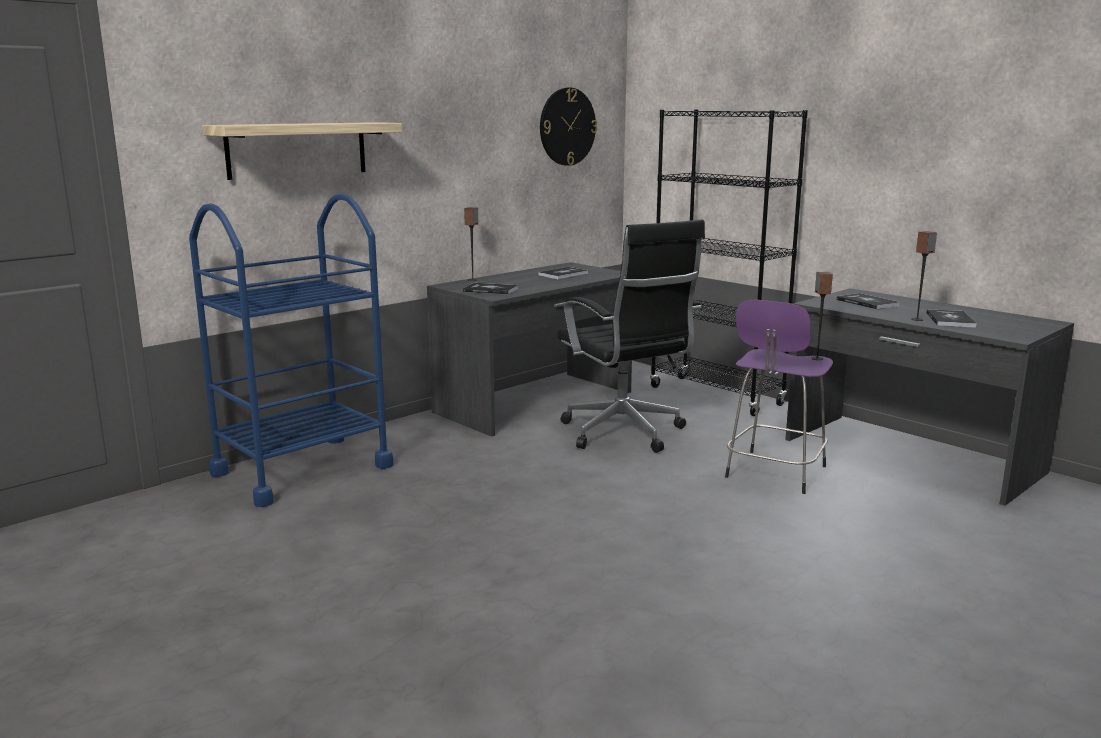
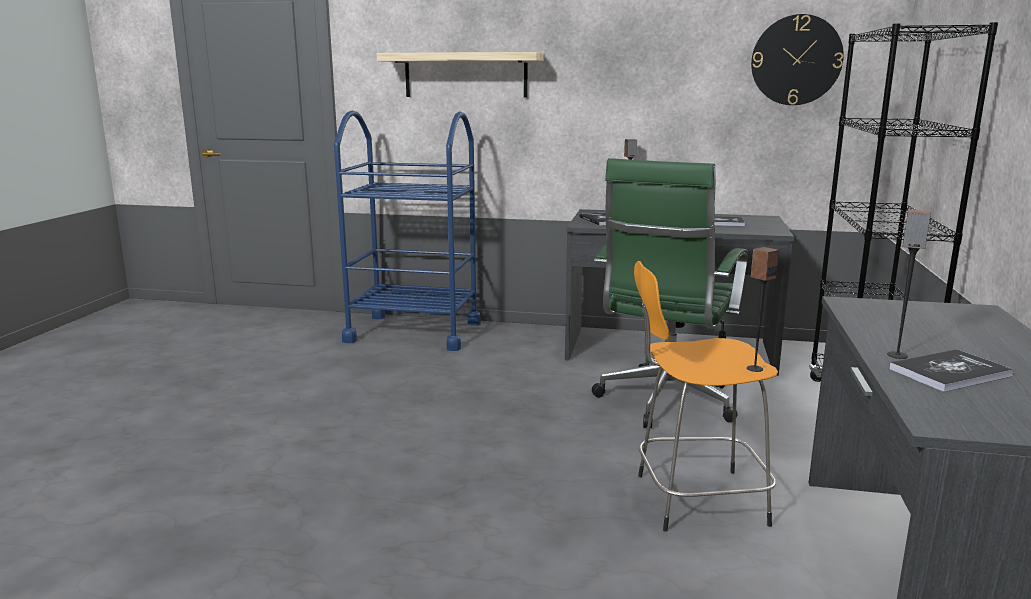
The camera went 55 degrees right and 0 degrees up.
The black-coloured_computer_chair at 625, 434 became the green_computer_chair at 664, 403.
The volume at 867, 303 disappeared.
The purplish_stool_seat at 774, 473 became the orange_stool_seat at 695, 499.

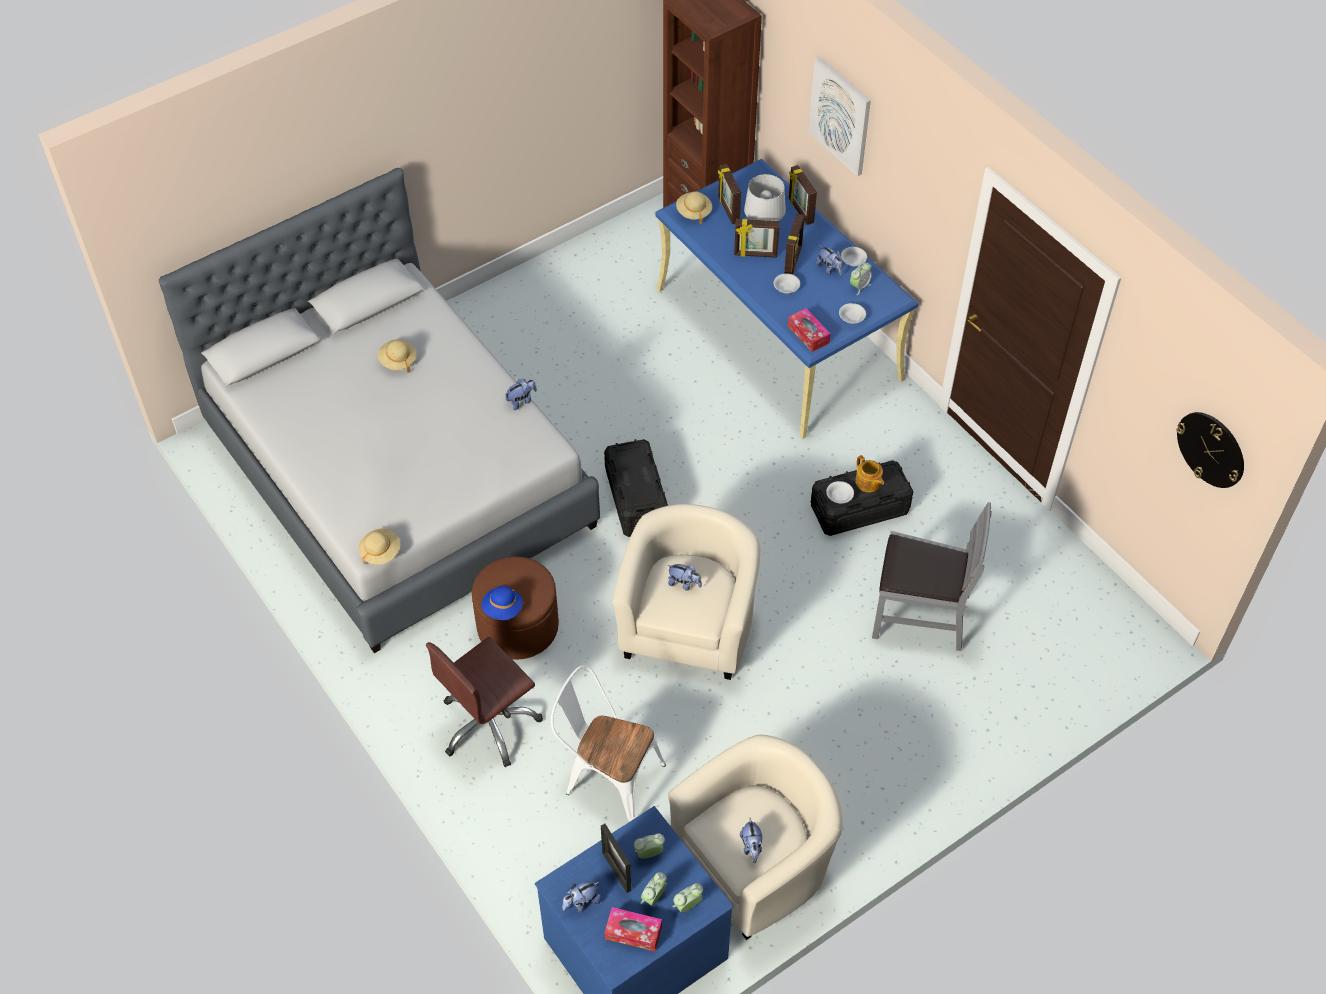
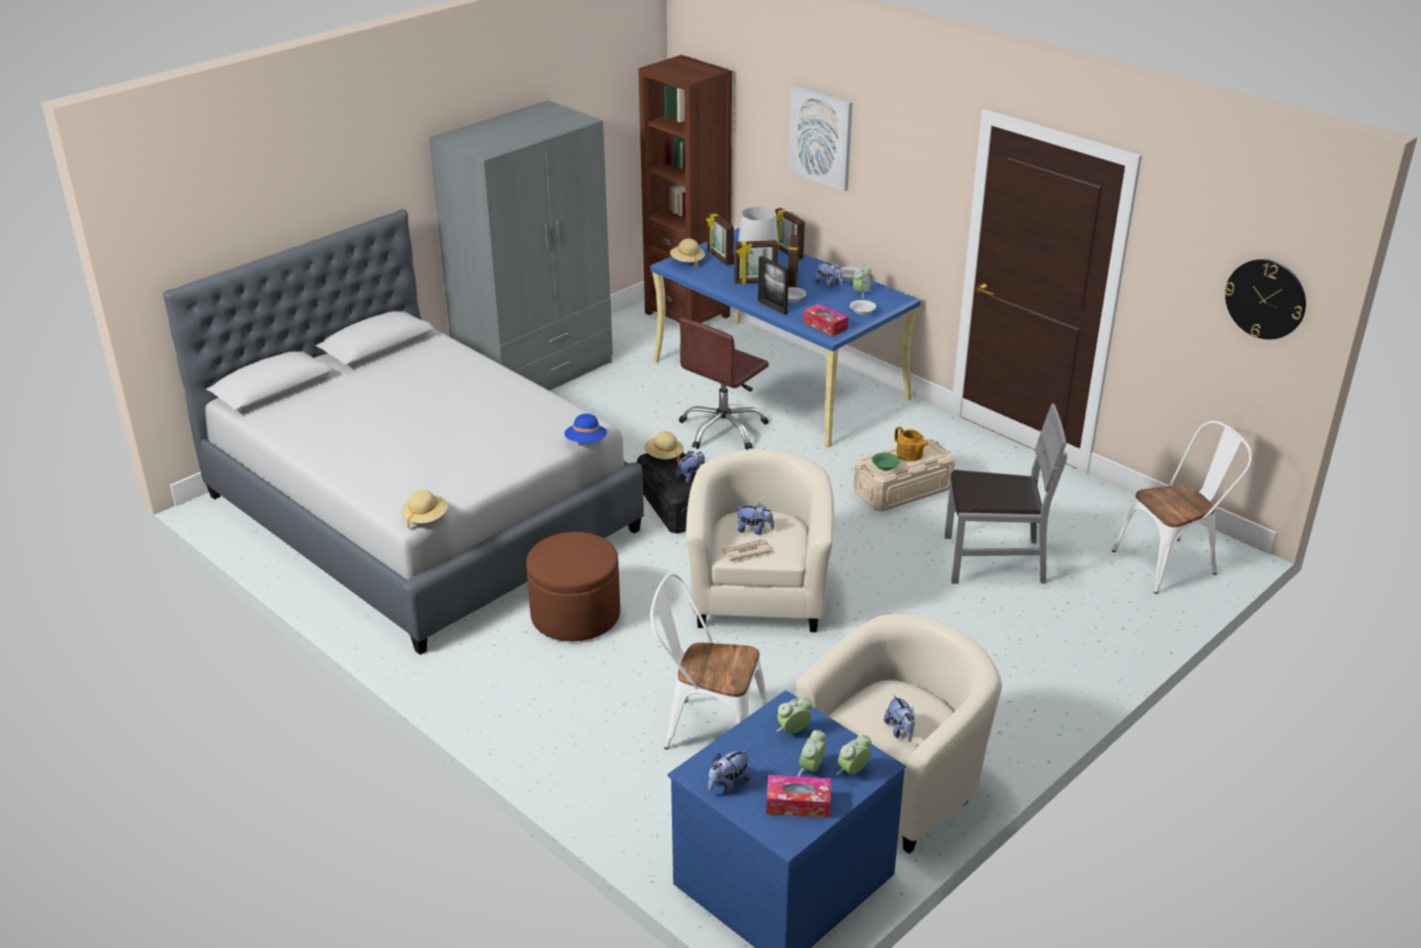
The camera went 10 degrees left and 20 degrees down.
The sand-coloured_hat moved from 398, 361 to 664, 456.
The plush_toy moved from 521, 401 to 691, 476.
The black-coloured_storage_bin at 859, 509 became the sand-coloured_storage_bin at 902, 490.
The whitish_deep_dish at 839, 496 became the green_deep_dish at 885, 466.
The blue_hat moved from 503, 609 to 586, 442.
The brown_computer_chair moved from 489, 724 to 723, 429.
The standing_frame moved from 616, 871 to 772, 307.
The gray_clothes_cupboard at 536, 374 appeared.
The whitish_chair at 1172, 562 appeared.
The newspaper at 745, 552 appeared.

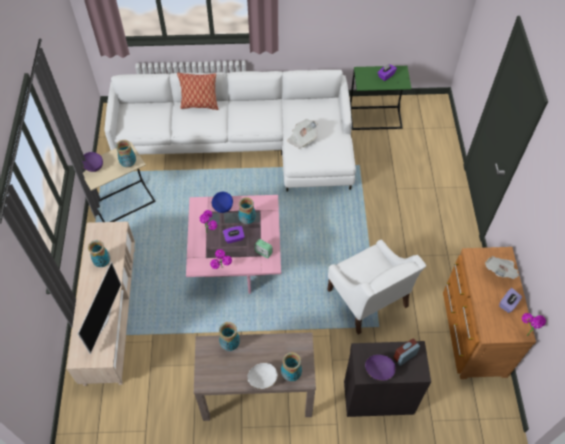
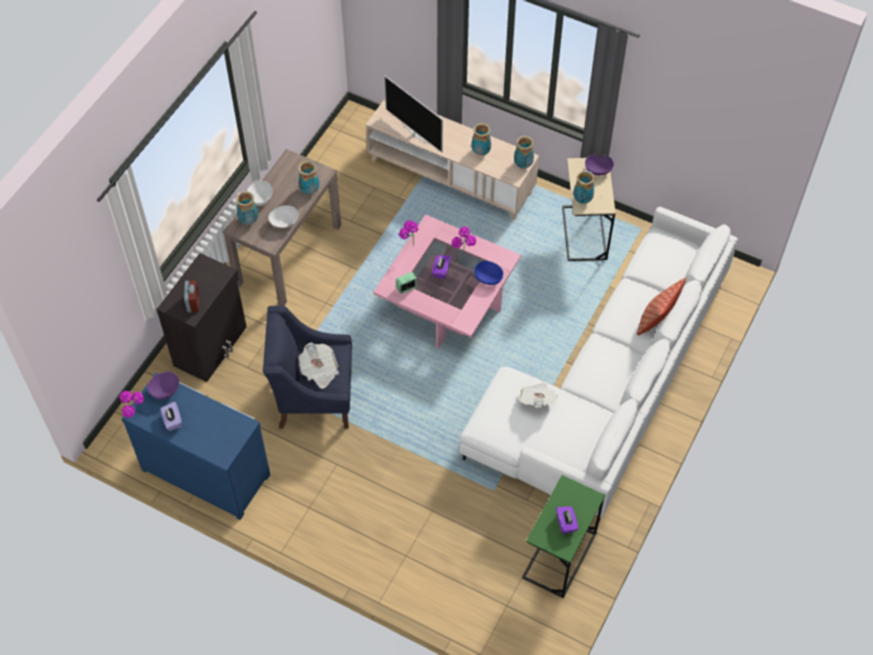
The camera went 120 degrees right and 0 degrees up.
The flower_vase moved from 247, 220 to 523, 165.
The whitish_lounge_chair at 368, 299 became the blue_lounge_chair at 314, 396.
The brown_dresser at 472, 333 became the blue_dresser at 207, 469.
The newspaper moved from 500, 271 to 319, 371.
The purplish_deep_dish moved from 378, 371 to 165, 390.
The whitish_deep_dish at 284, 223 appeared.

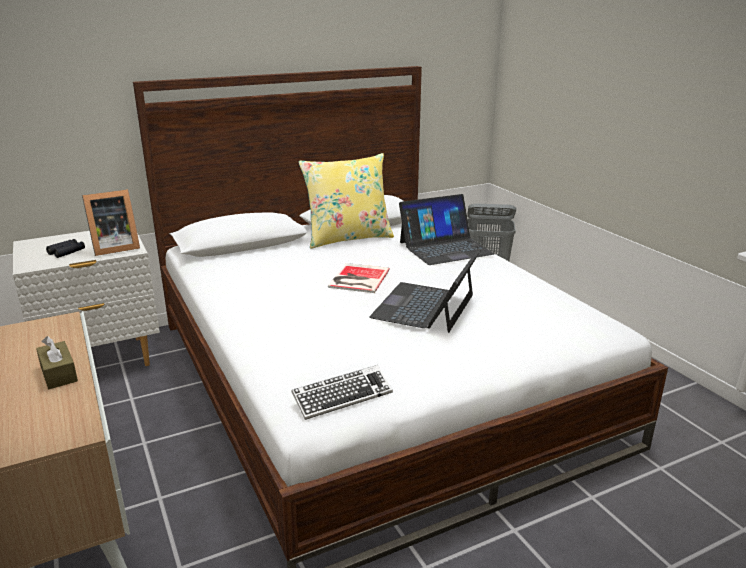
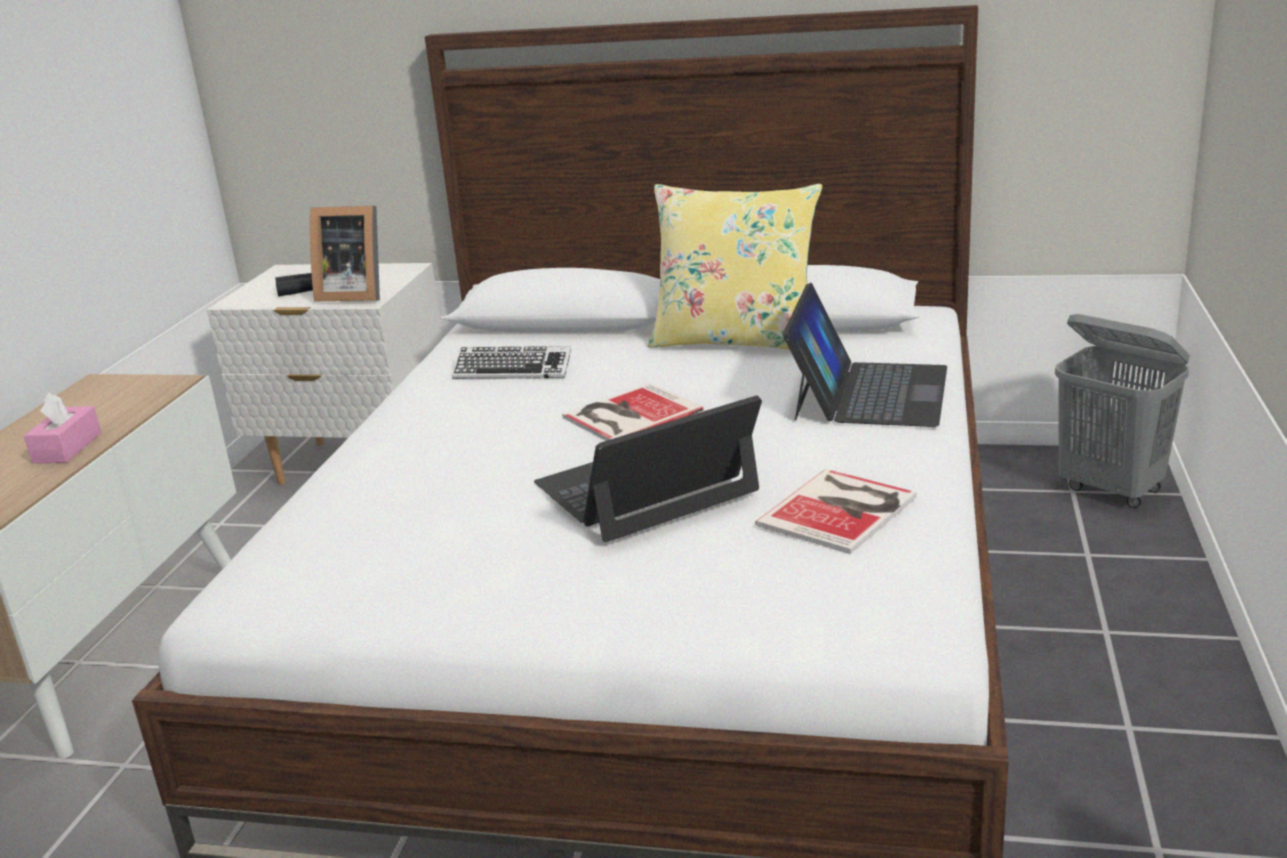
The camera went 40 degrees right and 0 degrees up.
The laptop at 445, 248 turned 90 degrees counterclockwise.
The brown_tissue_holder at 59, 374 became the pink-coloured_tissue_holder at 67, 448.
The keyboard moved from 342, 397 to 513, 370.
The volume at 841, 510 appeared.

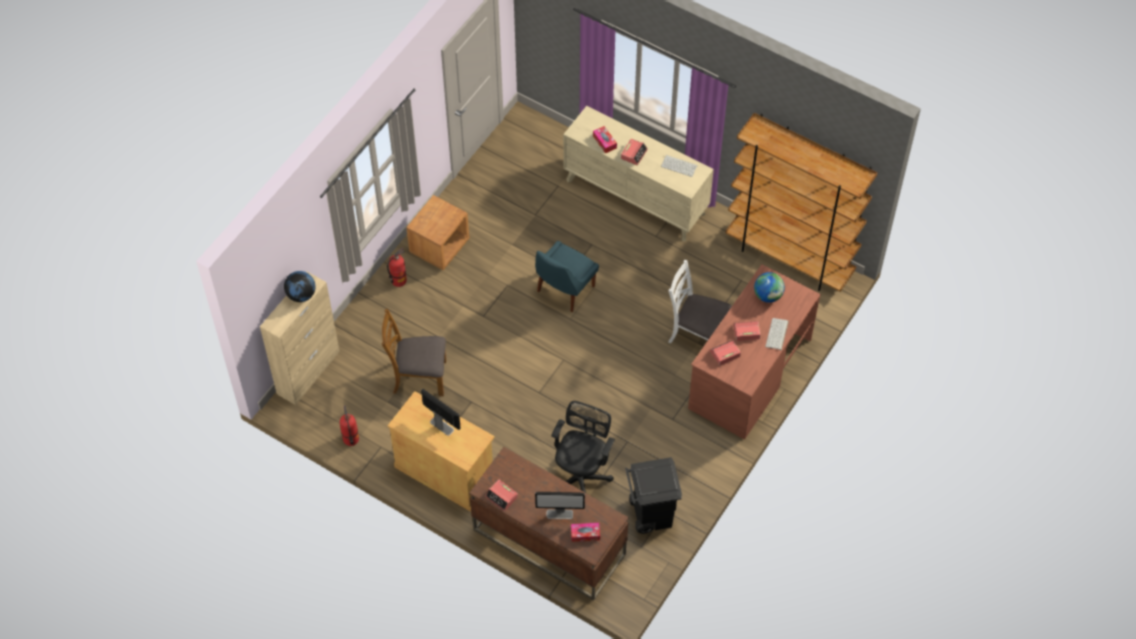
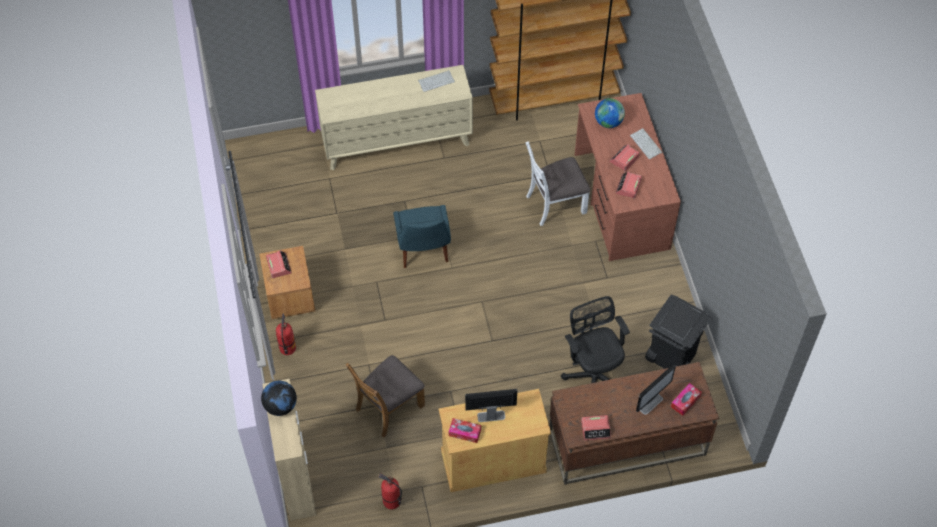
The camera went 45 degrees left and 0 degrees up.
The tissue_holder moved from 604, 142 to 464, 432.
The alarm_clock moved from 634, 154 to 279, 266.

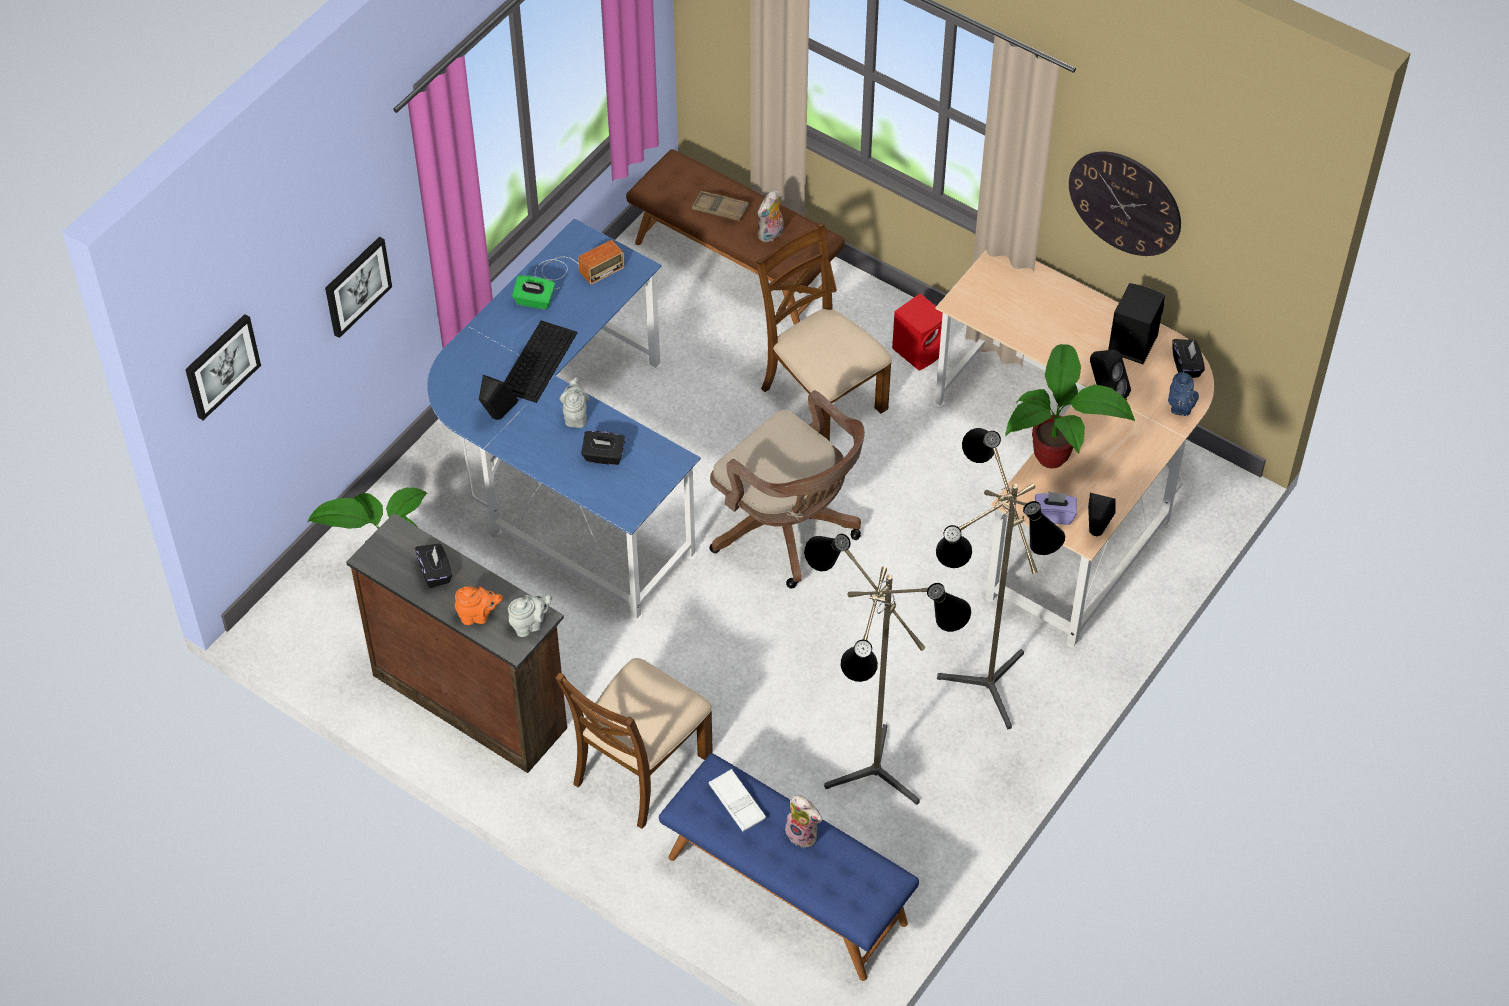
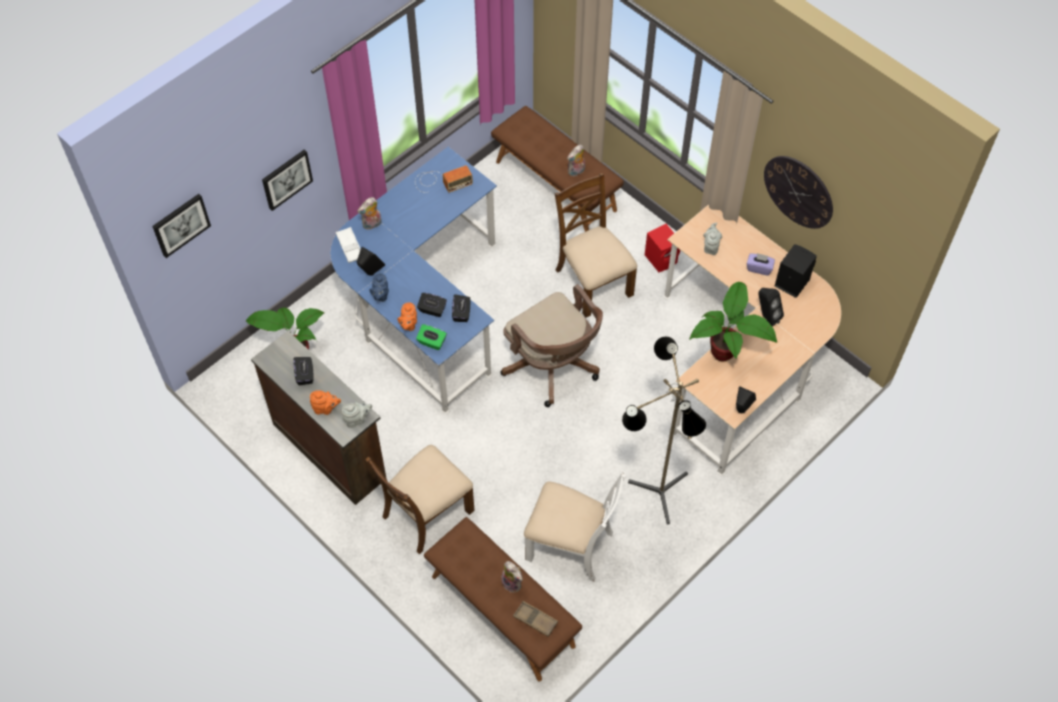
The camera went 10 degrees right and 5 degrees up.
The brown_tray moved from 720, 209 to 535, 620.
The green_tissue_holder moved from 534, 301 to 431, 342.
The keyboard at 538, 360 disappeared.
The black-coloured_tissue_holder moved from 1186, 366 to 461, 313.
The blue_tea_pot moved from 1180, 408 to 380, 296.
The gray_tea_pot moved from 575, 416 to 711, 247.
The purplish_tissue_holder moved from 1054, 515 to 759, 268.
The floor_lamp at 869, 781 was replaced by the whitish_chair at 570, 545.
The blue_bench at 786, 891 became the brown_bench at 502, 611.
The whitish_tray moved from 737, 803 to 350, 247.
The plush_toy at 372, 225 appeared.
The orange_tea_pot at 408, 325 appeared.

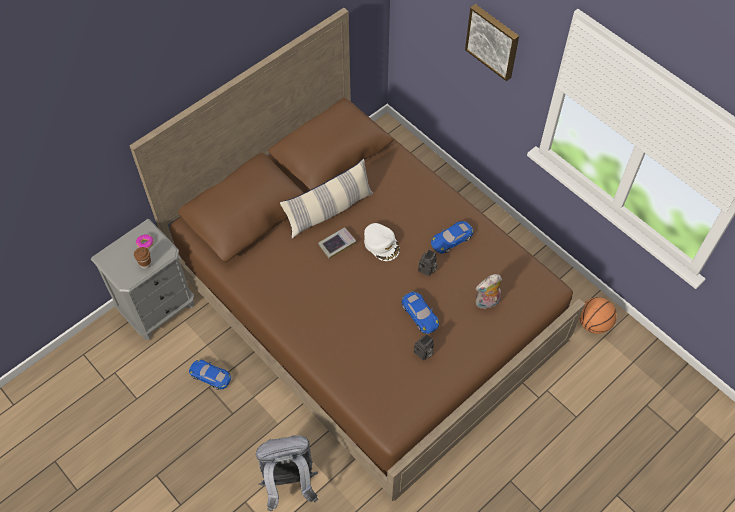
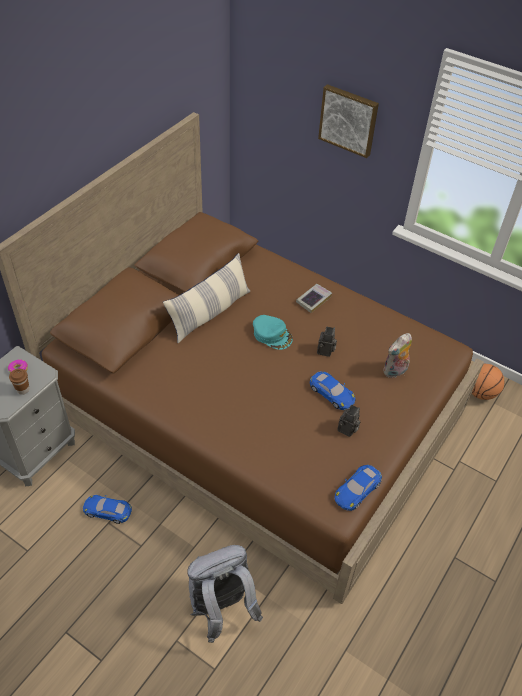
The camera went 15 degrees left and 10 degrees down.
The blue_model_car moved from 451, 239 to 357, 490.
The whitish_peaked_cap at 381, 244 became the turquoise-coloured_peaked_cap at 272, 335.
The volume moved from 337, 244 to 313, 300.

